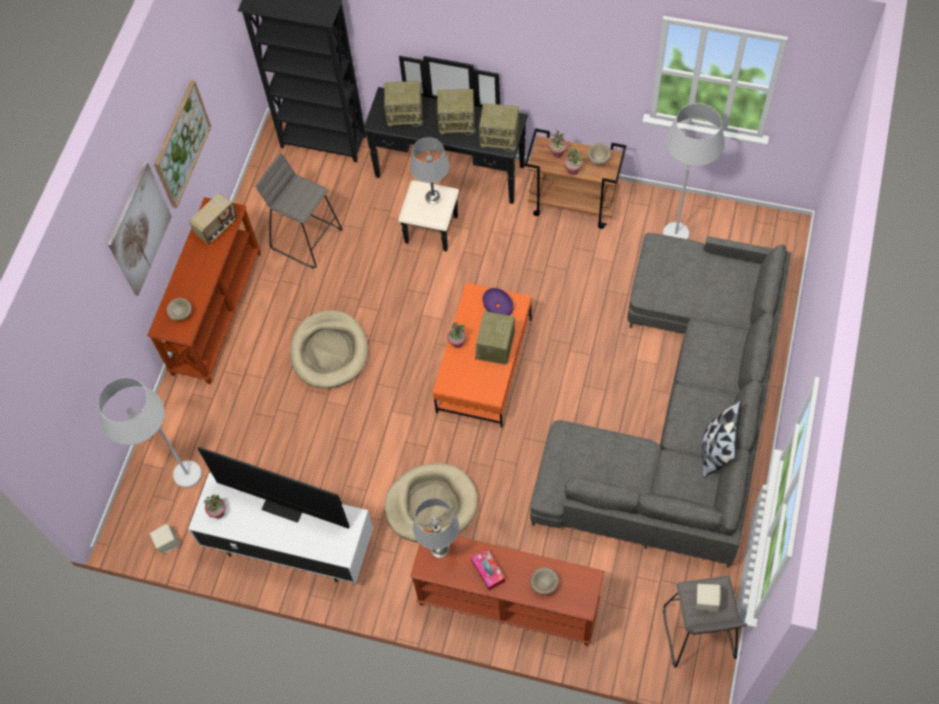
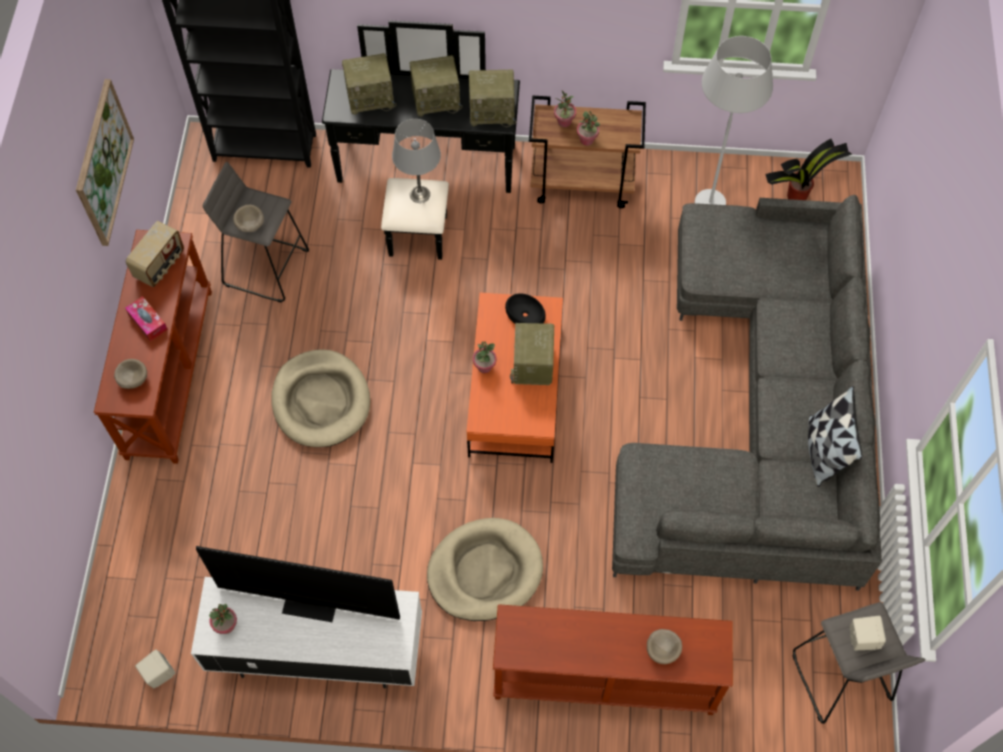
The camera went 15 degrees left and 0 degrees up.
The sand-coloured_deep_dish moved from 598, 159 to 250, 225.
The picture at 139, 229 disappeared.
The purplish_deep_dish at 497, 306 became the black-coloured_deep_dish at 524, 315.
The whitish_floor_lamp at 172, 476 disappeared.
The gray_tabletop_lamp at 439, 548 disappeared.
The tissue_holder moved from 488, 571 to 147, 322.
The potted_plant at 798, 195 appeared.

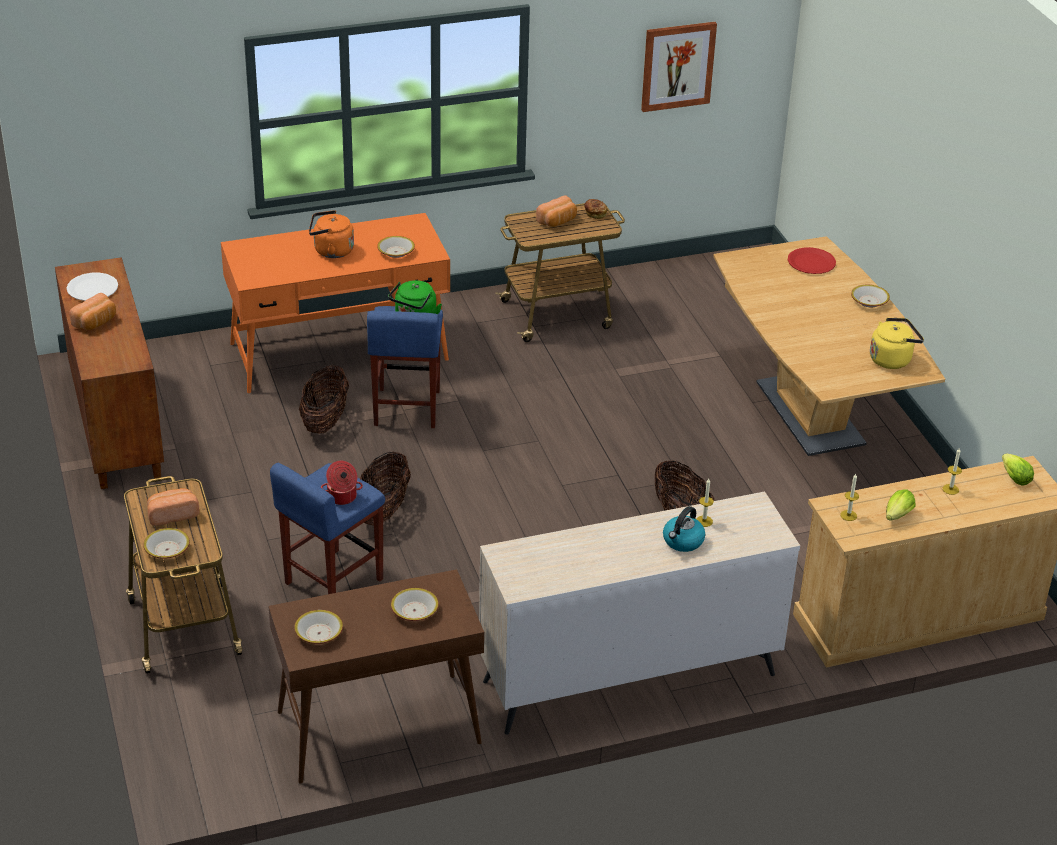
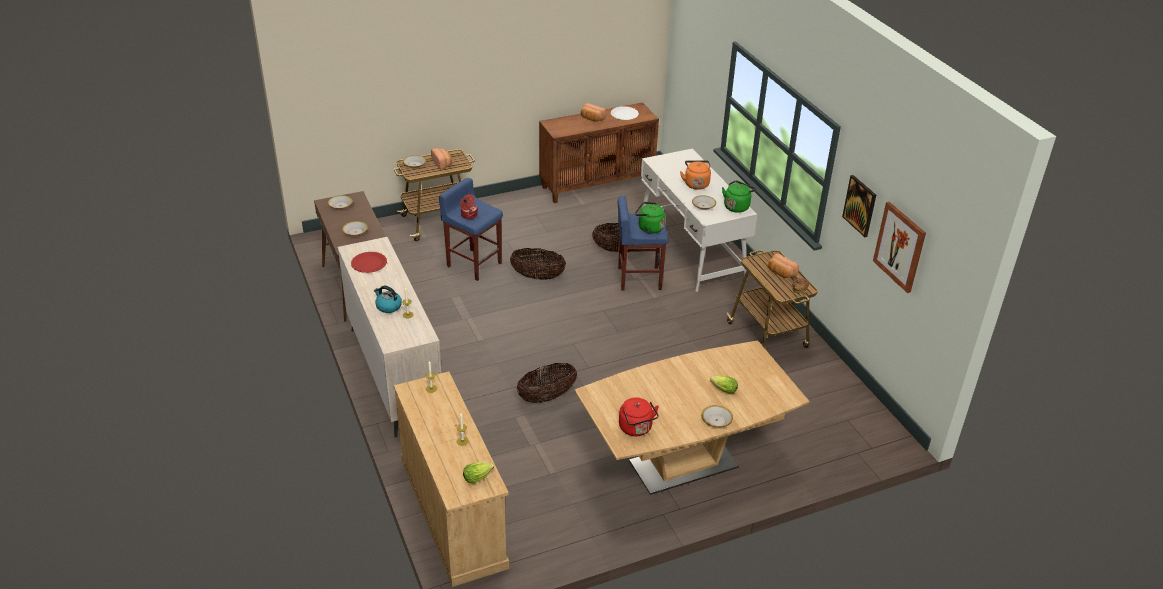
The camera went 85 degrees right and 0 degrees up.
The orange_desk_table at 339, 351 became the whitish_desk_table at 690, 249.
The red_dinner_plate moved from 811, 262 to 369, 263.
The yellowish_tea_kettle at 892, 359 became the red_tea_kettle at 636, 429.
The lettuce moved from 896, 517 to 722, 389.
The picture at 860, 205 appeared.
The green_tea_kettle at 737, 206 appeared.

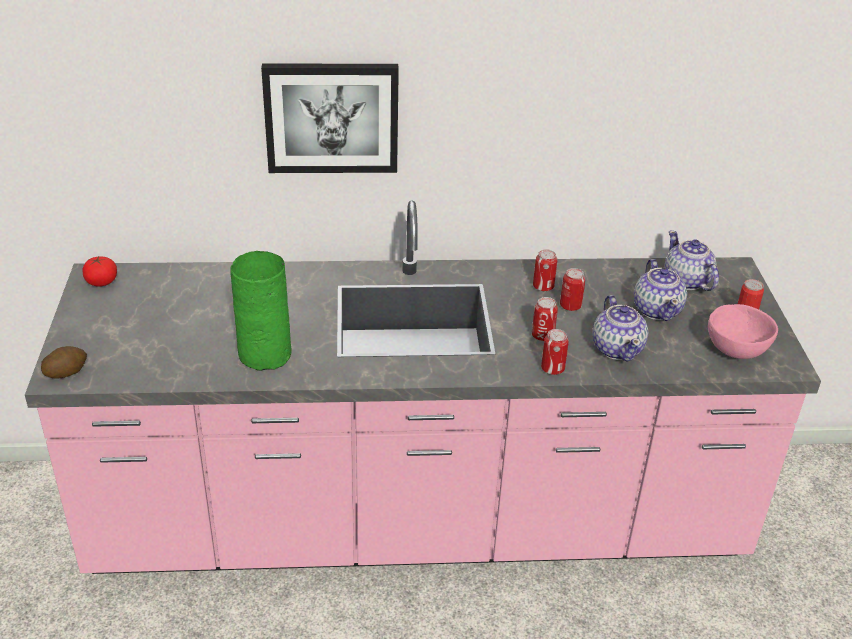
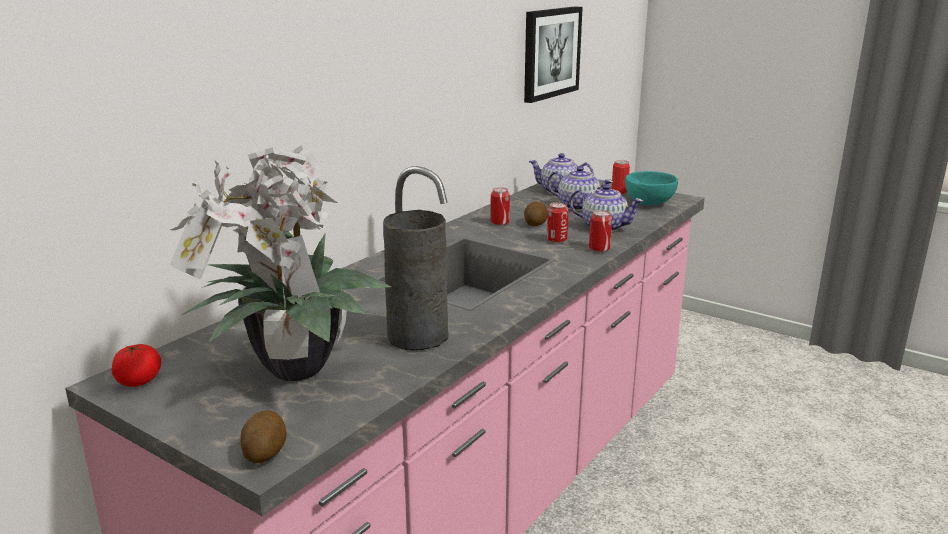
The camera went 50 degrees left and 15 degrees down.
The picture moved from 331, 117 to 550, 53.
The green_flower_vase at 265, 353 became the gray_flower_vase at 416, 336.
The can at 570, 306 was replaced by the whole_potato at 535, 223.
The pink-coloured_deep_dish at 736, 350 became the turquoise-coloured_deep_dish at 648, 203.
The potted_plant at 289, 371 appeared.

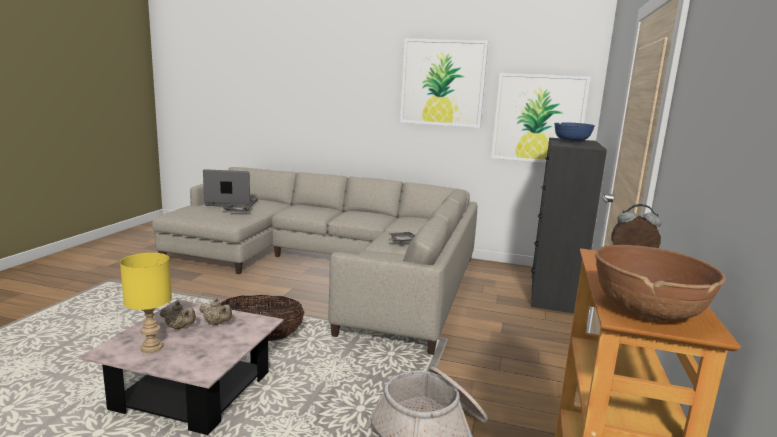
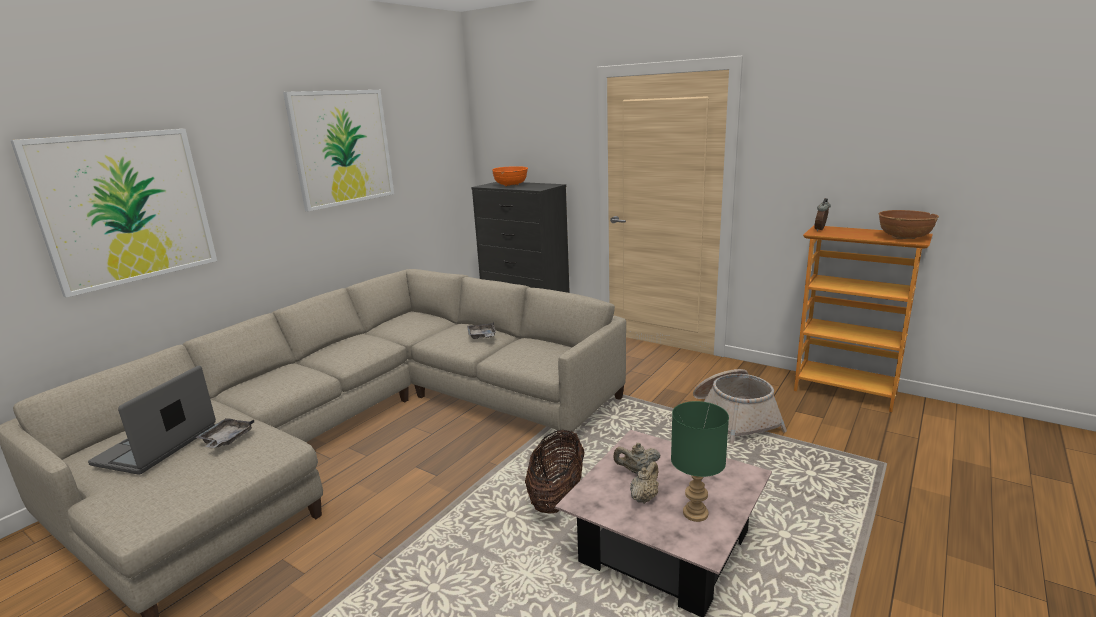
The camera went 70 degrees left and 5 degrees up.
The picture moved from 538, 118 to 125, 208.
The blue_deep_dish at 571, 141 became the orange_deep_dish at 511, 185.
The yellowish_tabletop_lamp at 151, 347 became the green_tabletop_lamp at 694, 513.
The sand-coloured_tea_pot at 216, 323 turned 135 degrees counterclockwise.

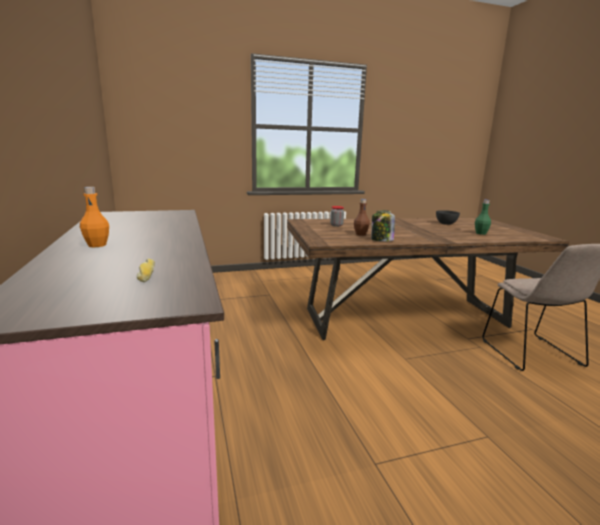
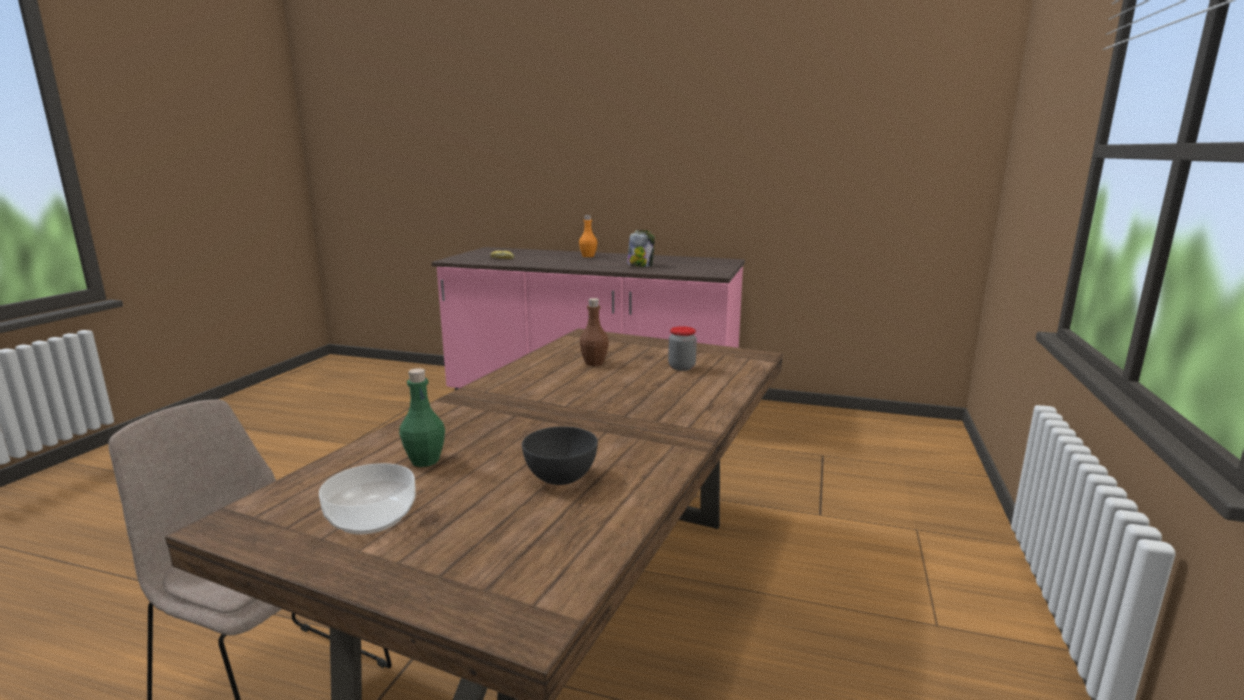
The camera went 125 degrees right and 0 degrees up.
The preserve_jar moved from 381, 240 to 640, 265.
The deep_dish at 372, 517 appeared.

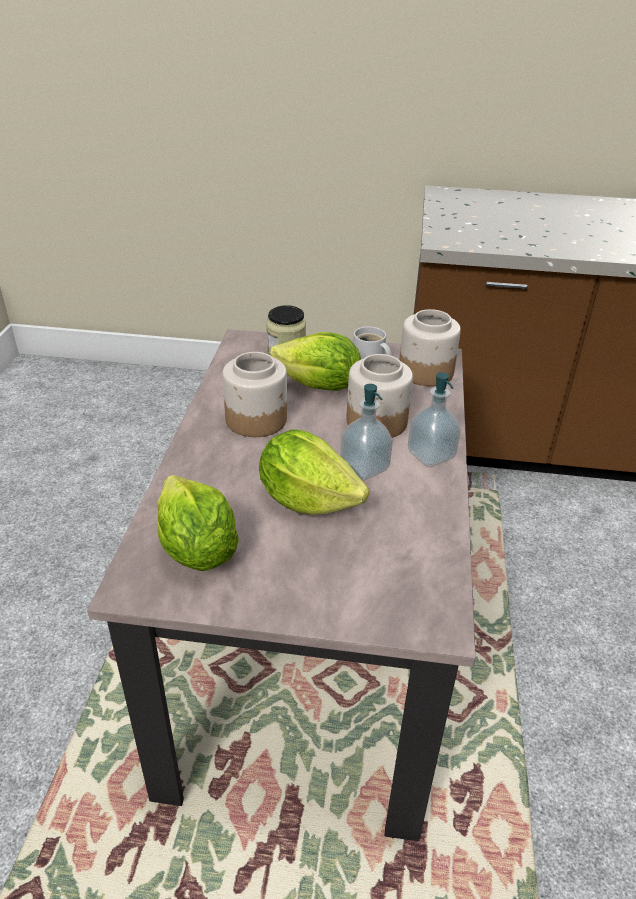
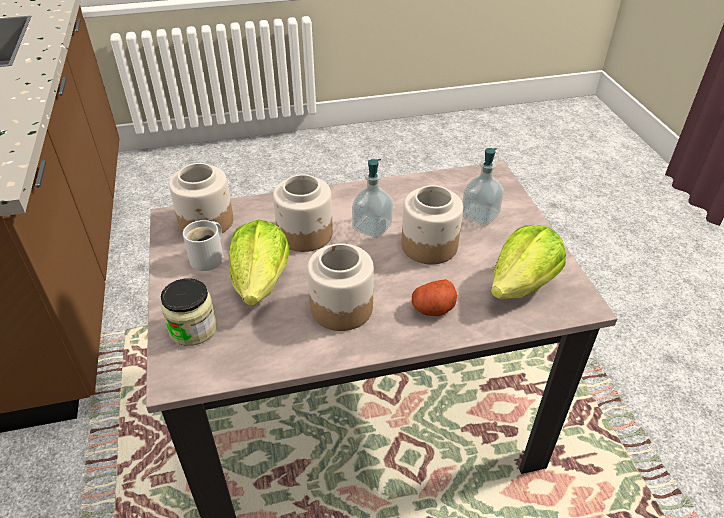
The camera went 110 degrees left and 5 degrees up.
The liquid_soap_bottle moved from 431, 455 to 479, 215.
The lettuce at 308, 499 was replaced by the preserve_jar at 428, 246.
The whole_potato at 433, 308 appeared.

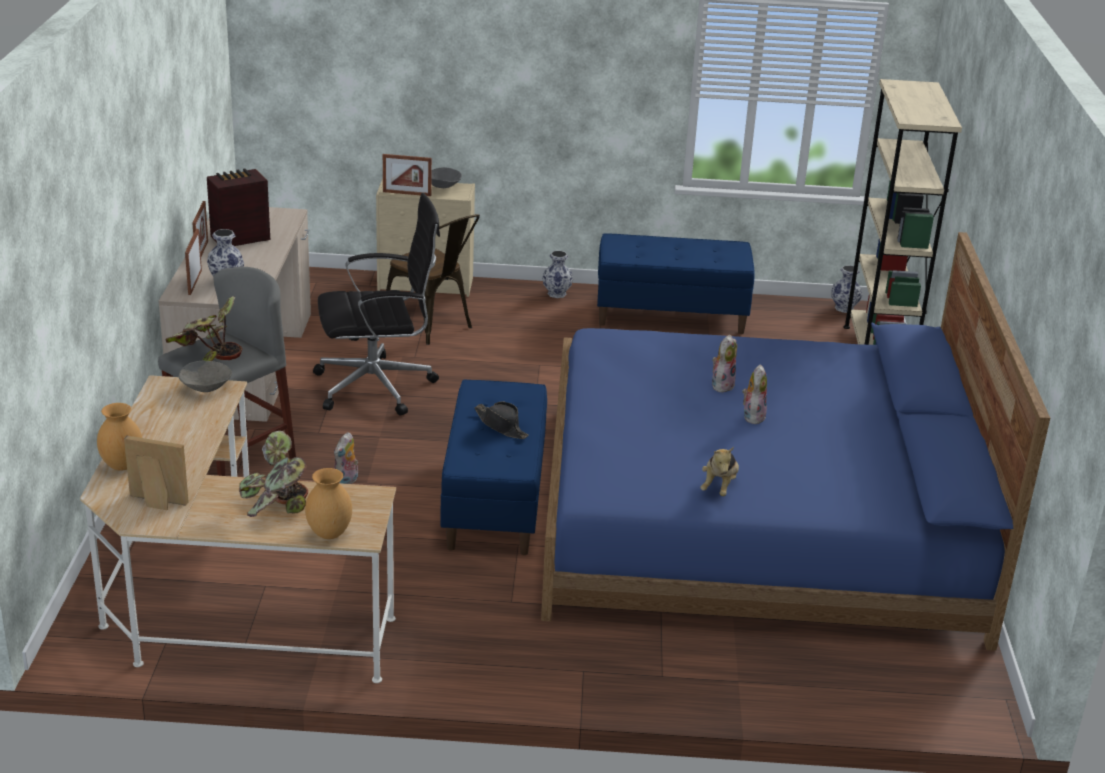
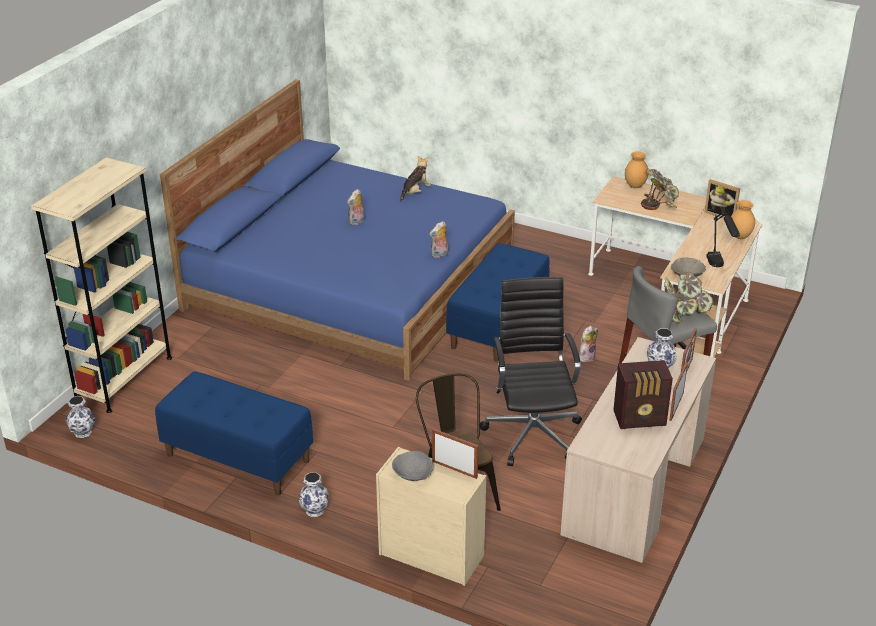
The camera went 155 degrees left and 5 degrees up.
The black-coloured_computer_chair at 378, 386 turned 75 degrees clockwise.
The plush_toy moved from 722, 385 to 439, 254.
The black-coloured_hat at 501, 426 disappeared.
The black-coloured_tabletop_lamp at 718, 269 appeared.

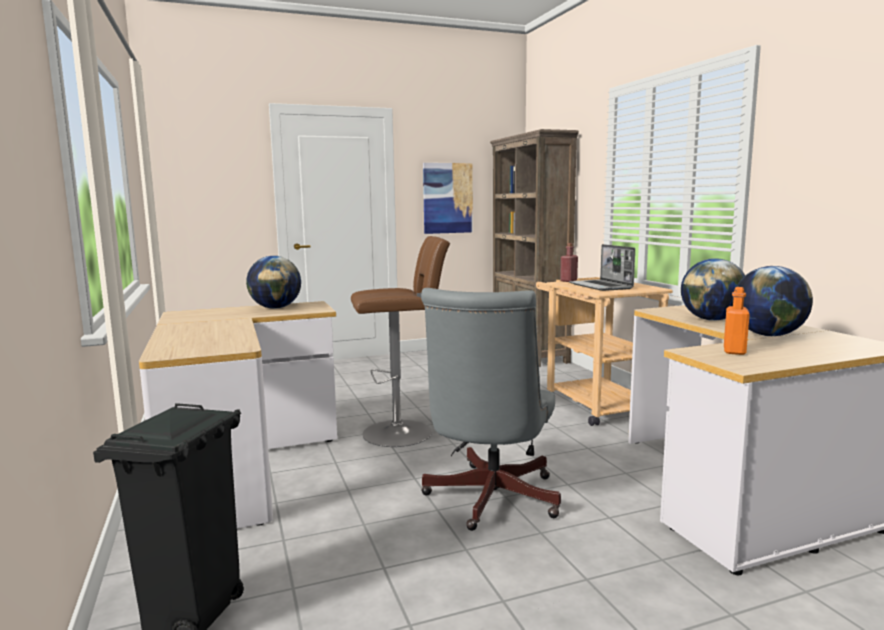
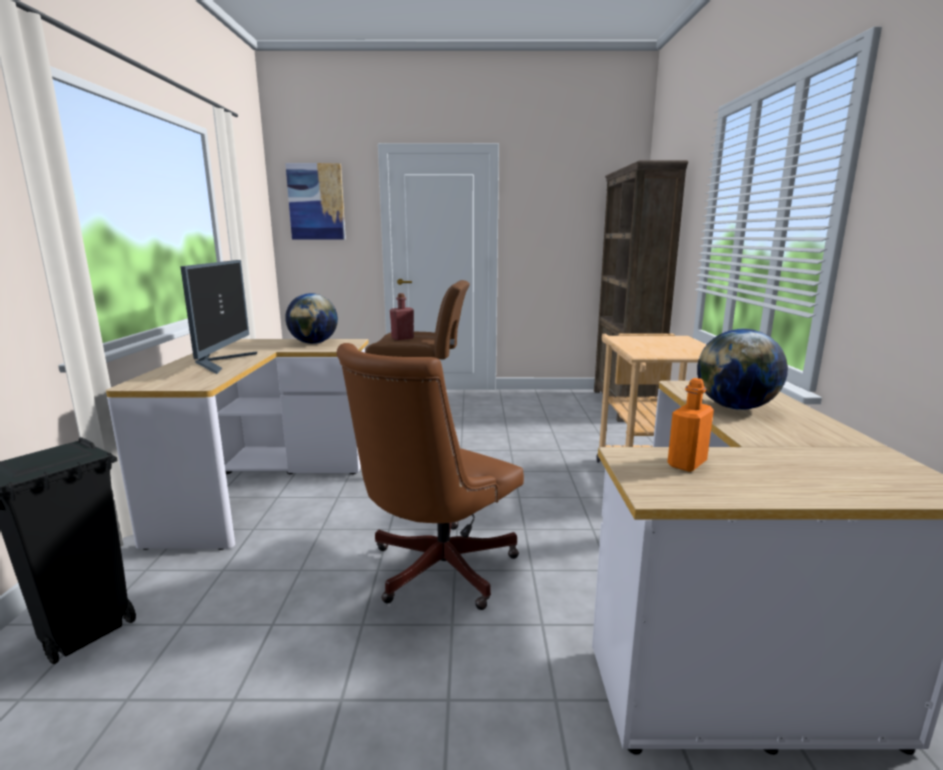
The camera went 20 degrees right and 5 degrees up.
The picture moved from 447, 198 to 316, 202.
The red_beverage_bottle moved from 568, 281 to 402, 338.
The laptop at 601, 286 disappeared.
The desk_globe at 768, 335 disappeared.
The gray_computer_chair at 489, 500 became the brown_computer_chair at 434, 571.
The computer_display at 222, 362 appeared.

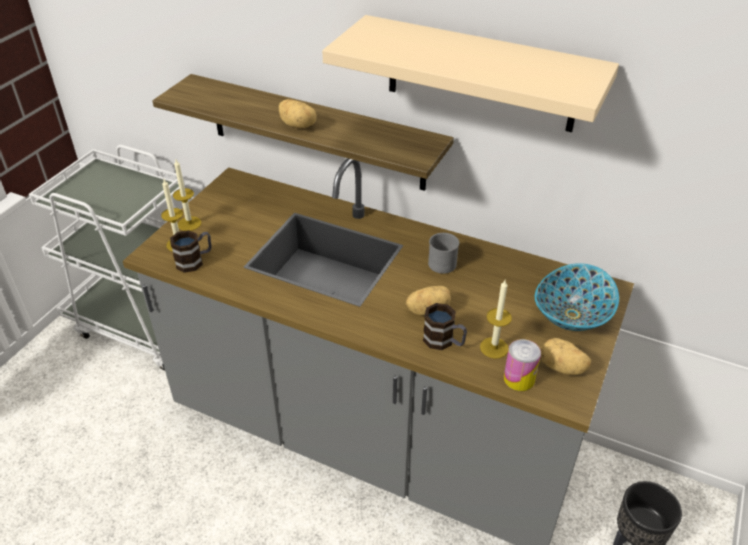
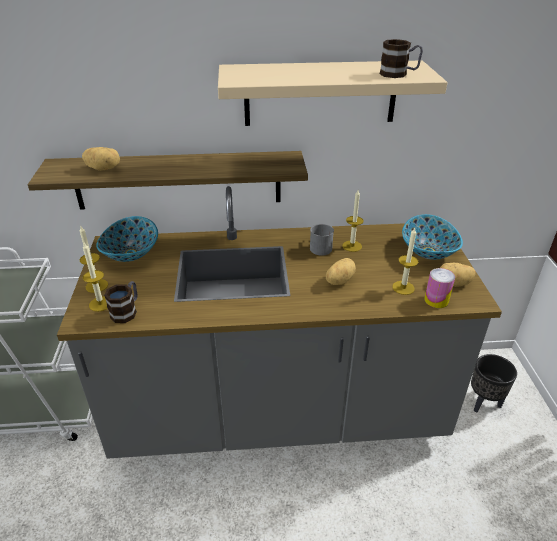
The camera went 30 degrees left and 5 degrees down.
The whole_potato moved from 298, 125 to 104, 168.
The coffee_mug moved from 444, 341 to 399, 74.
The wax_candle at 352, 246 appeared.
The deep_dish at 130, 253 appeared.

